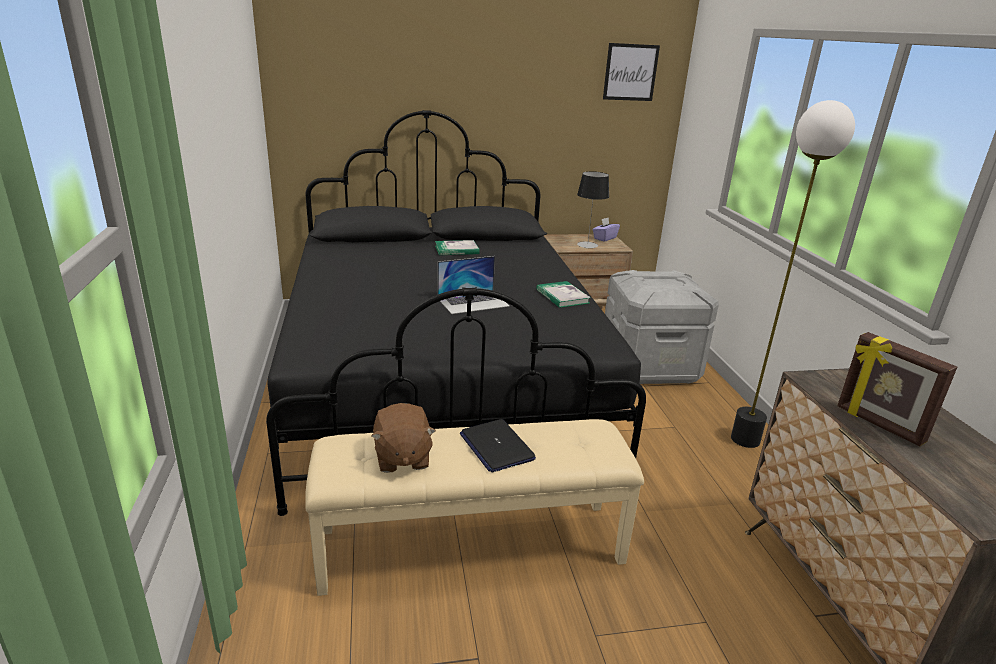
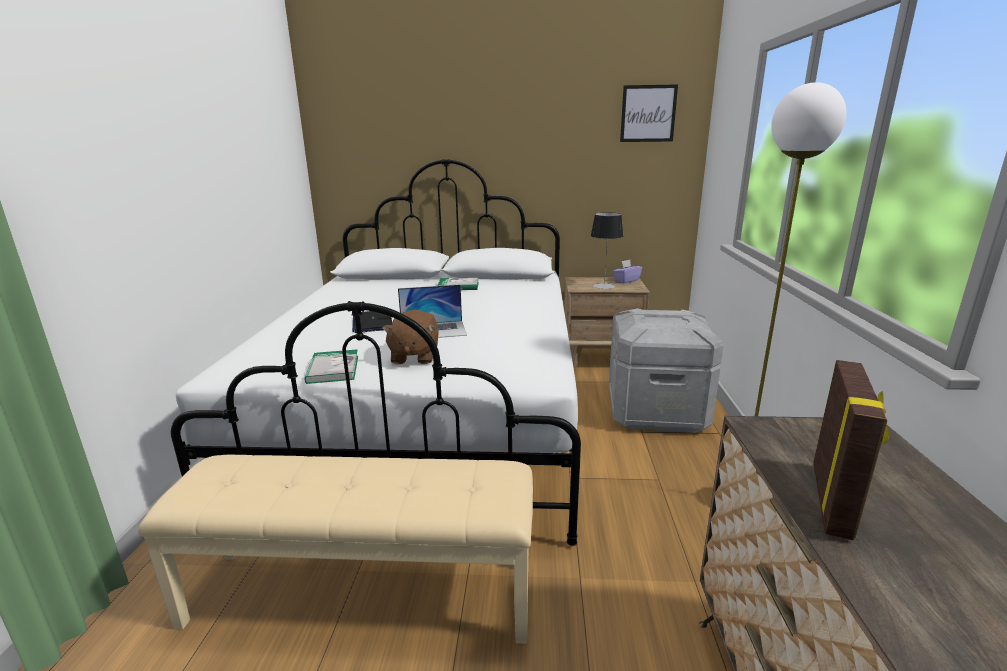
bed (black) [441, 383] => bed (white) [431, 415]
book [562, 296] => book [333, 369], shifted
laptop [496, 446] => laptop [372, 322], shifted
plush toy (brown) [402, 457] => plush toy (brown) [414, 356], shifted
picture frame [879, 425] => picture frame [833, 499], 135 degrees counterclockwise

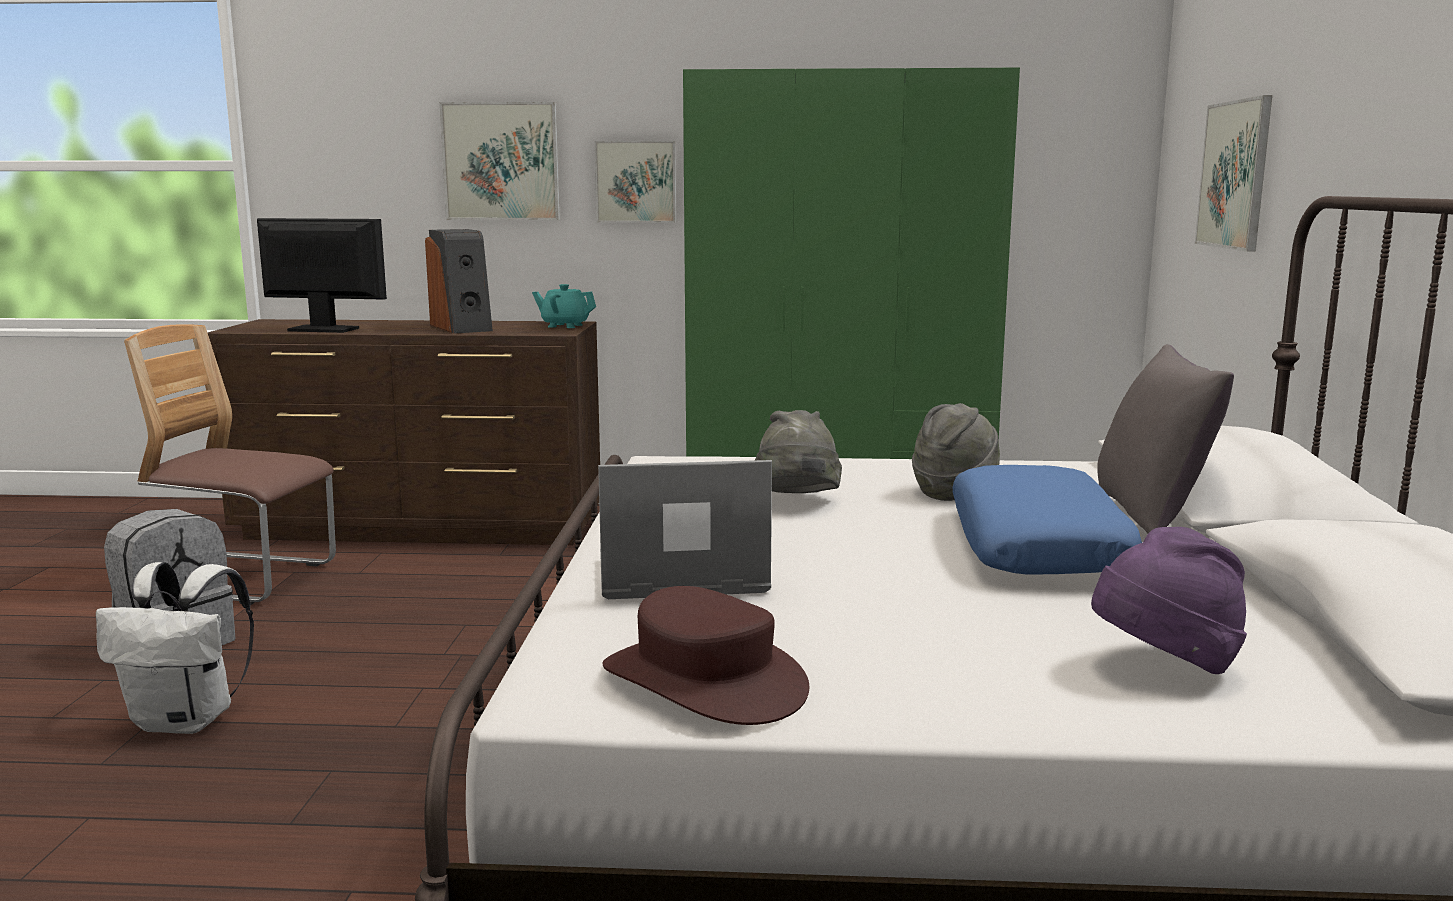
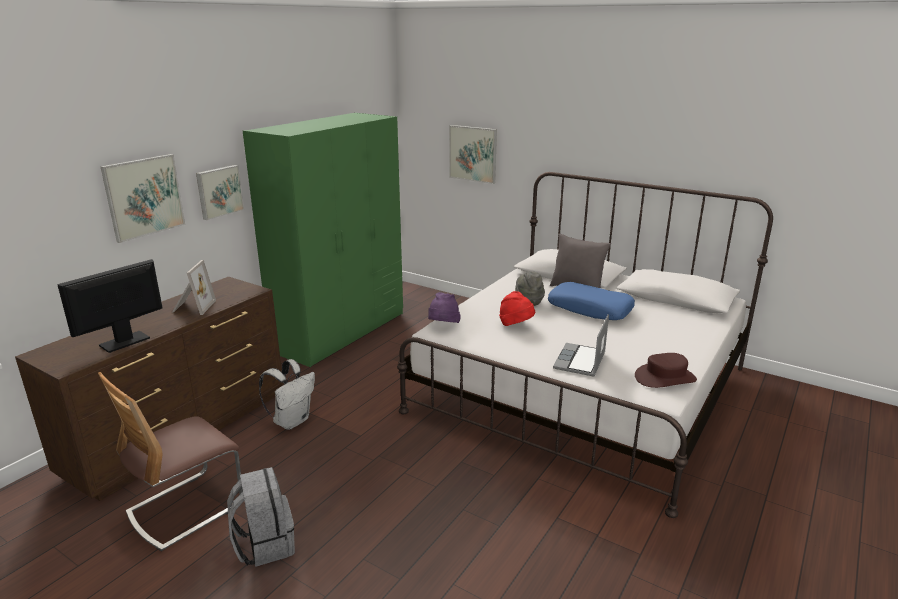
speaker [462, 327] => picture frame [192, 307]
backpack (white) [188, 721] => backpack (white) [292, 421], shifted
hat (purple) [1163, 667] => hat (purple) [443, 326], shifted
hat (grey) [797, 502] => hat (red) [516, 325]
teapot (turquoise) [565, 326] => nothing

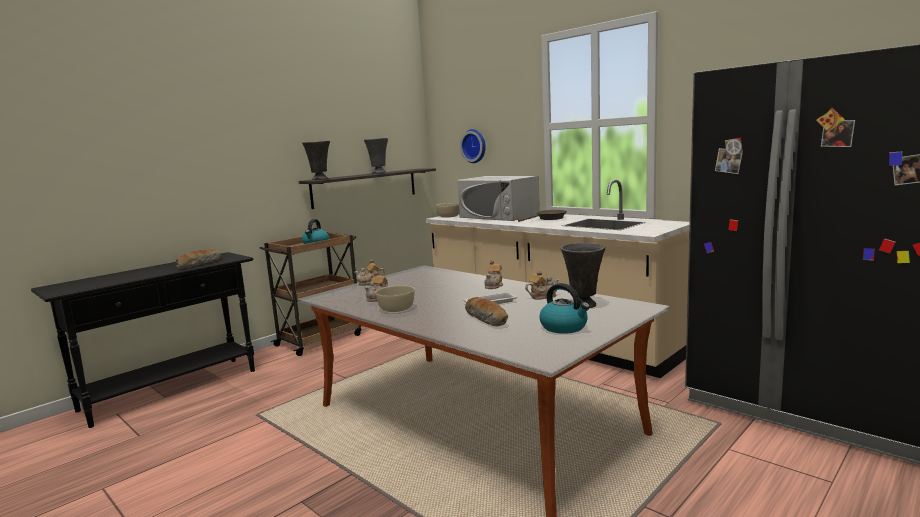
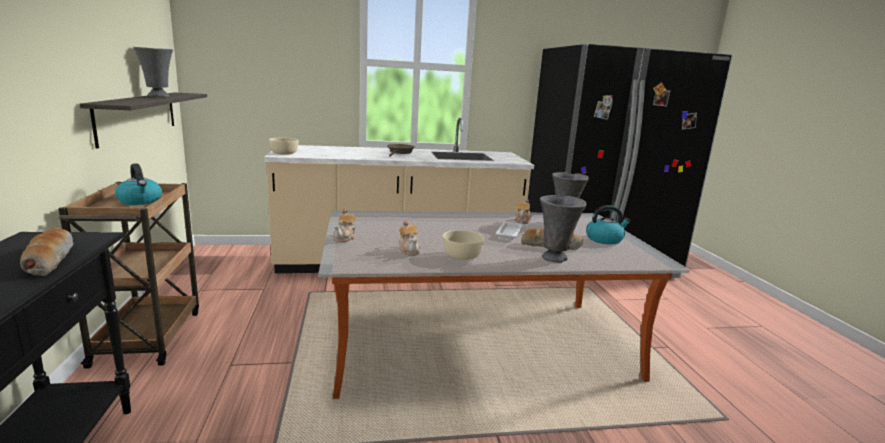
vase (grey) [320, 179] => vase (grey) [555, 258], shifted
microwave (white) [499, 216] => nothing
wall clock [475, 146] => nothing
teapot [494, 285] => nothing

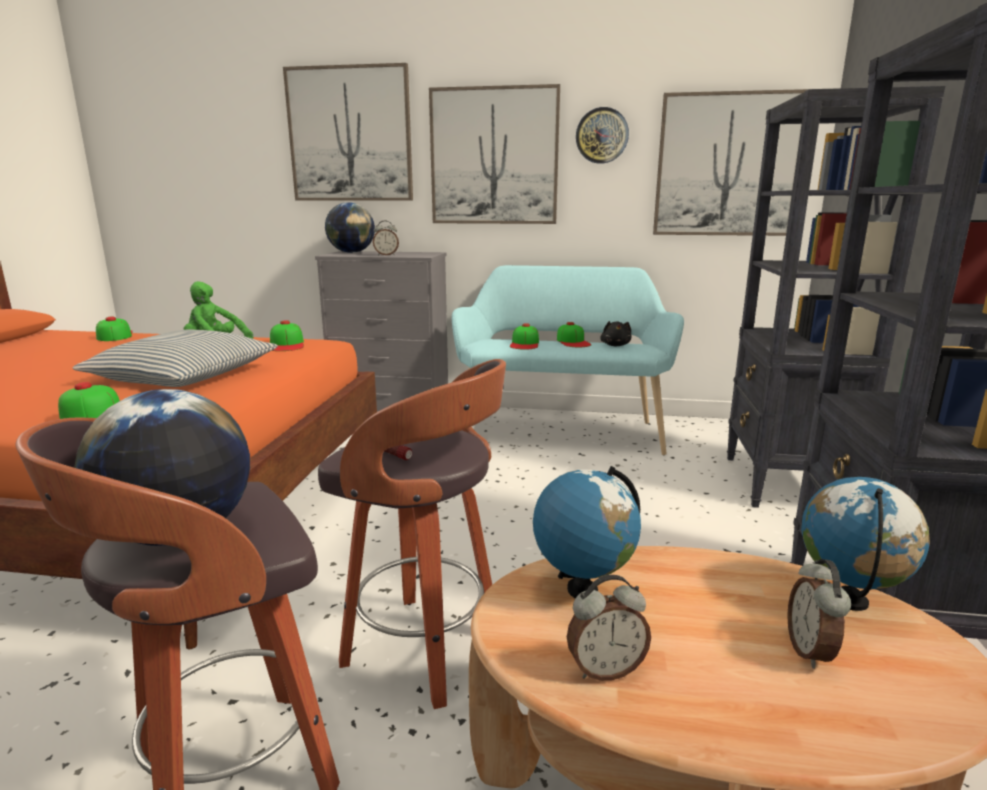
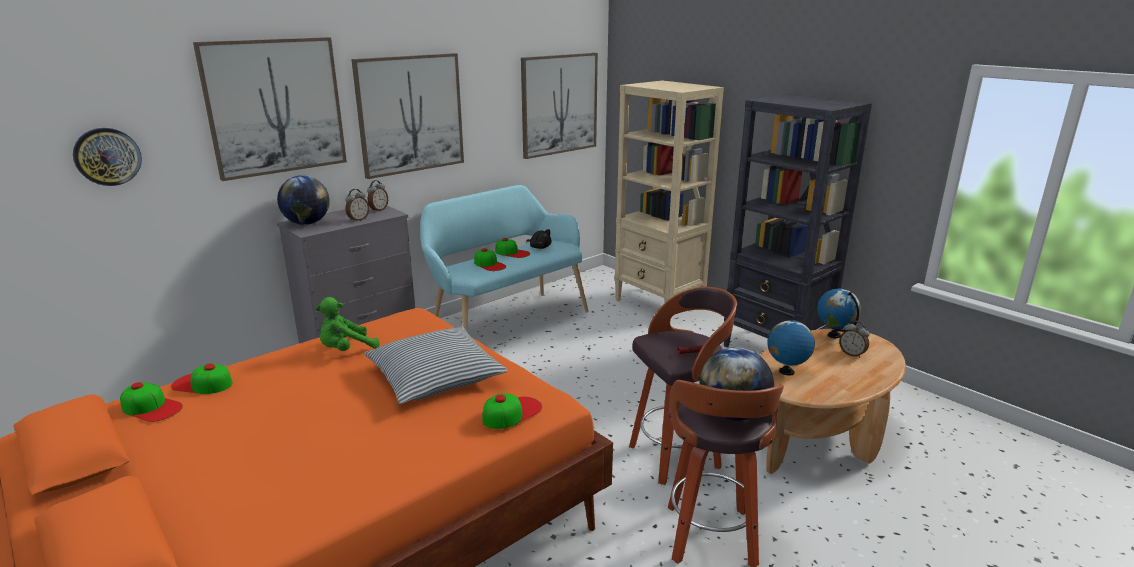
wall clock [602, 135] => wall clock [107, 156], shifted
cap [287, 344] => cap [151, 407], shifted
alarm clock [605, 669] => alarm clock [378, 210], shifted
bookcase (black) [785, 484] => bookcase (beige) [659, 304]

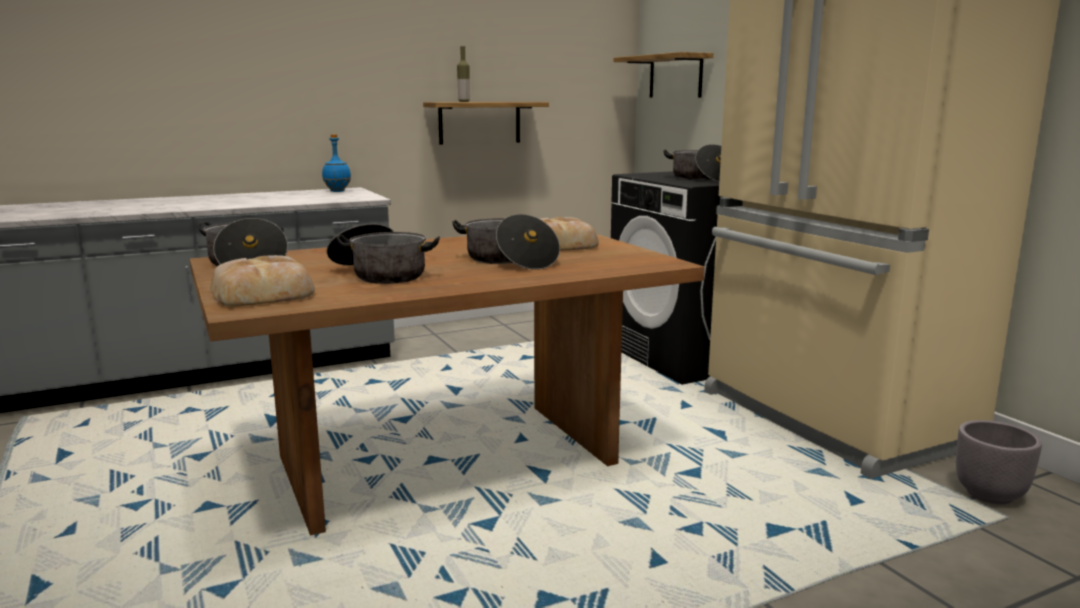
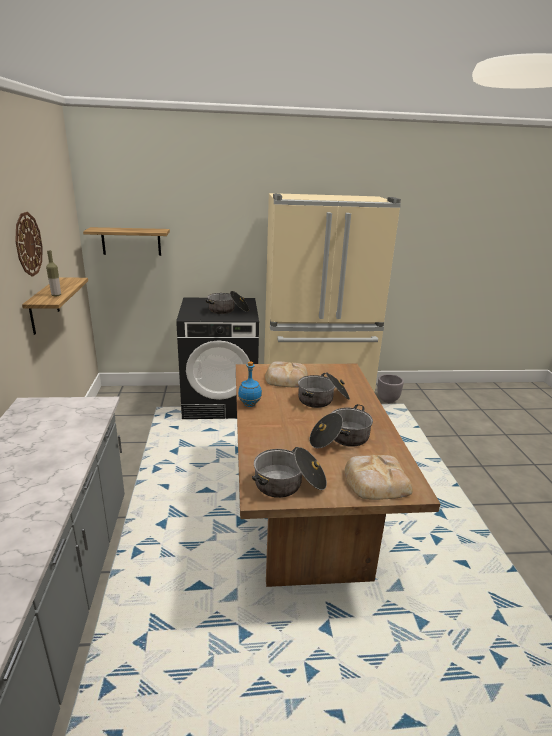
nothing => wall clock [28, 244]
bottle (blue) [337, 191] => bottle (blue) [249, 405], shifted

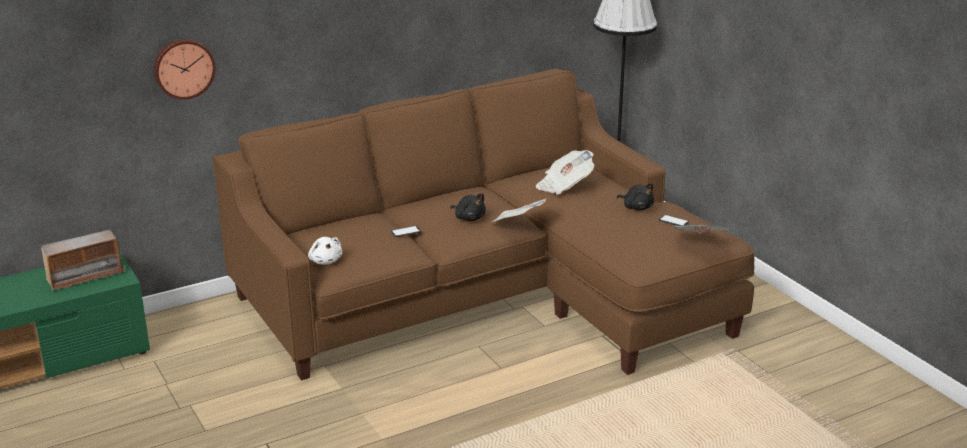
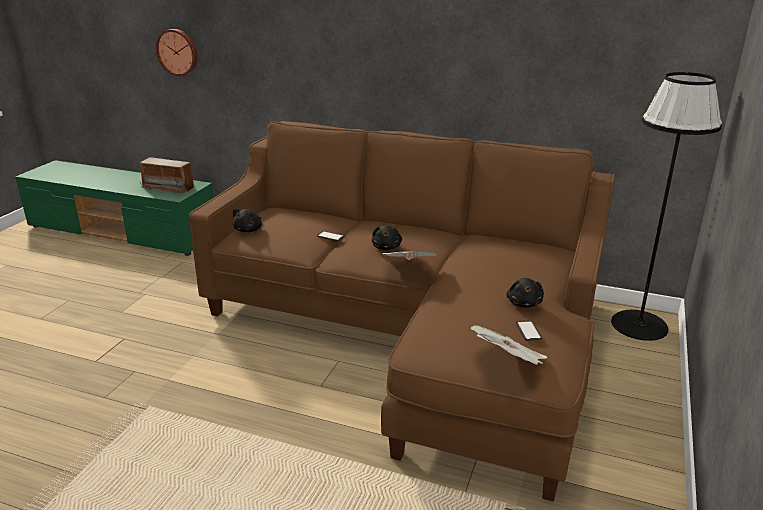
wall clock [183, 68] => wall clock [178, 52], shifted
plush toy (white) [325, 261] => plush toy (black) [249, 230]
newspaper [564, 186] => nothing

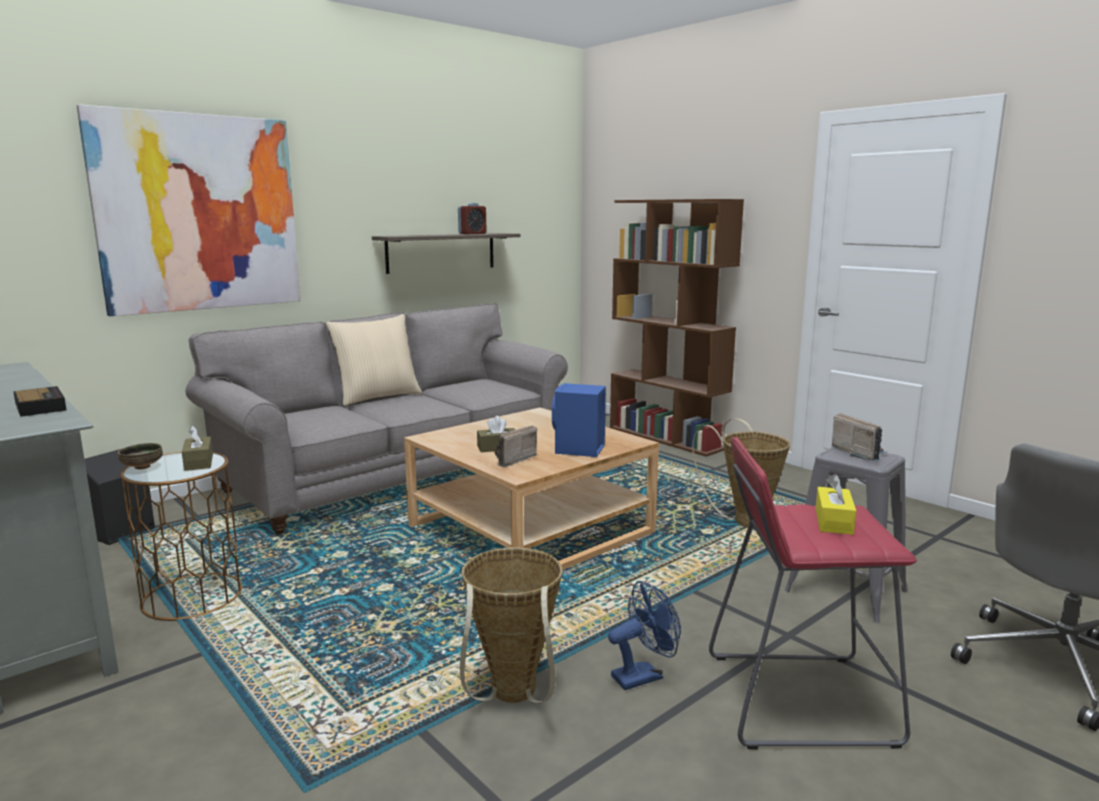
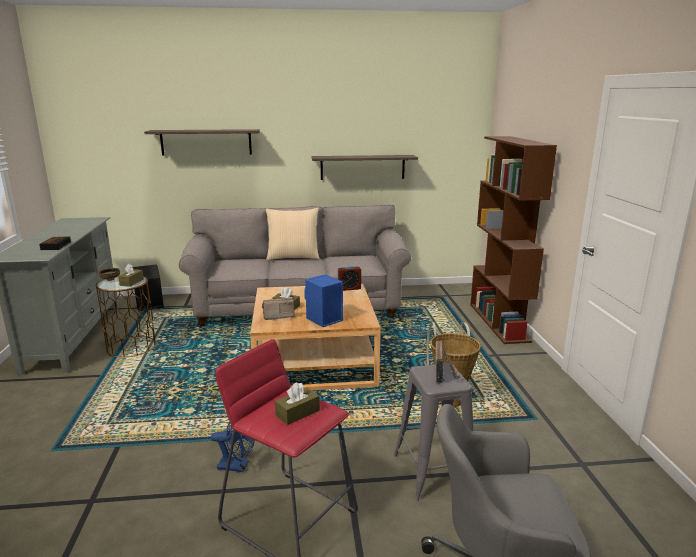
picture [199, 213] => shelf [206, 142]
tissue box (yellow) [833, 521] => tissue box (brown) [297, 413]
alarm clock [472, 234] => alarm clock [349, 288], shifted
basket [512, 698] => nothing

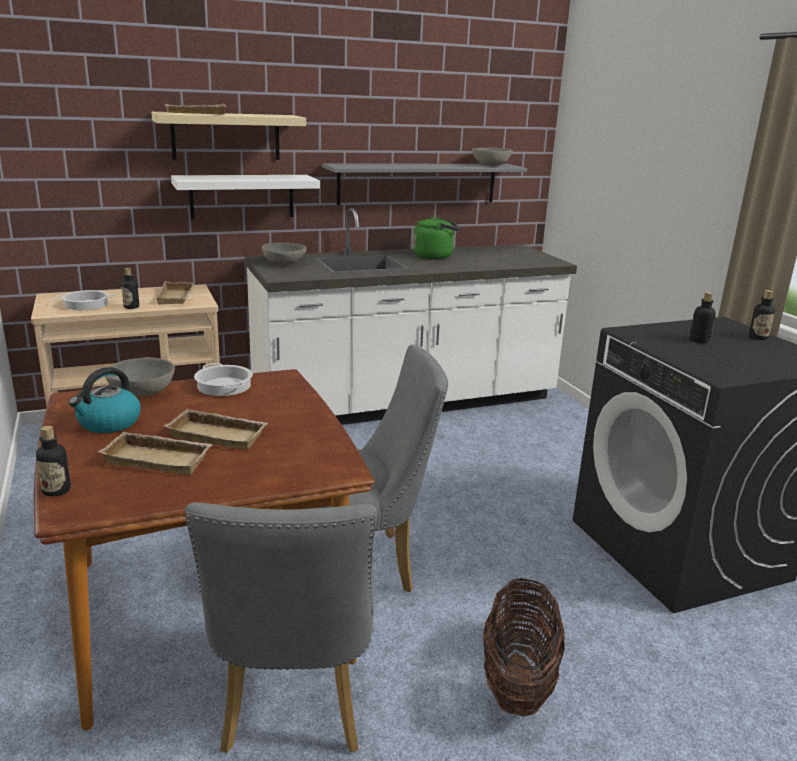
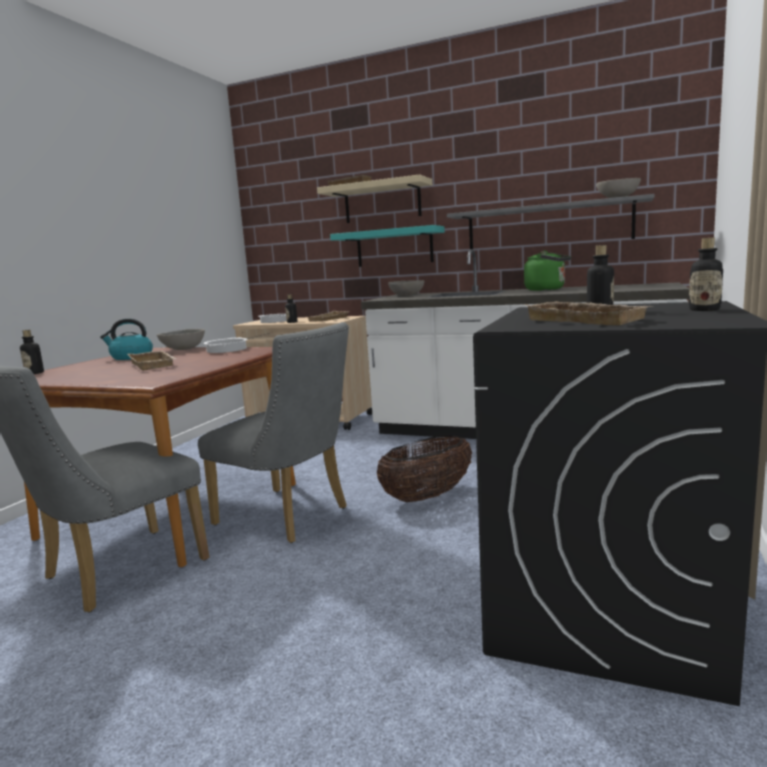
shelf (white) [242, 196] => shelf (turquoise) [394, 247]
basket [518, 681] => basket [427, 496], shifted
tray (beige) [160, 458] => tray (beige) [588, 320], shifted

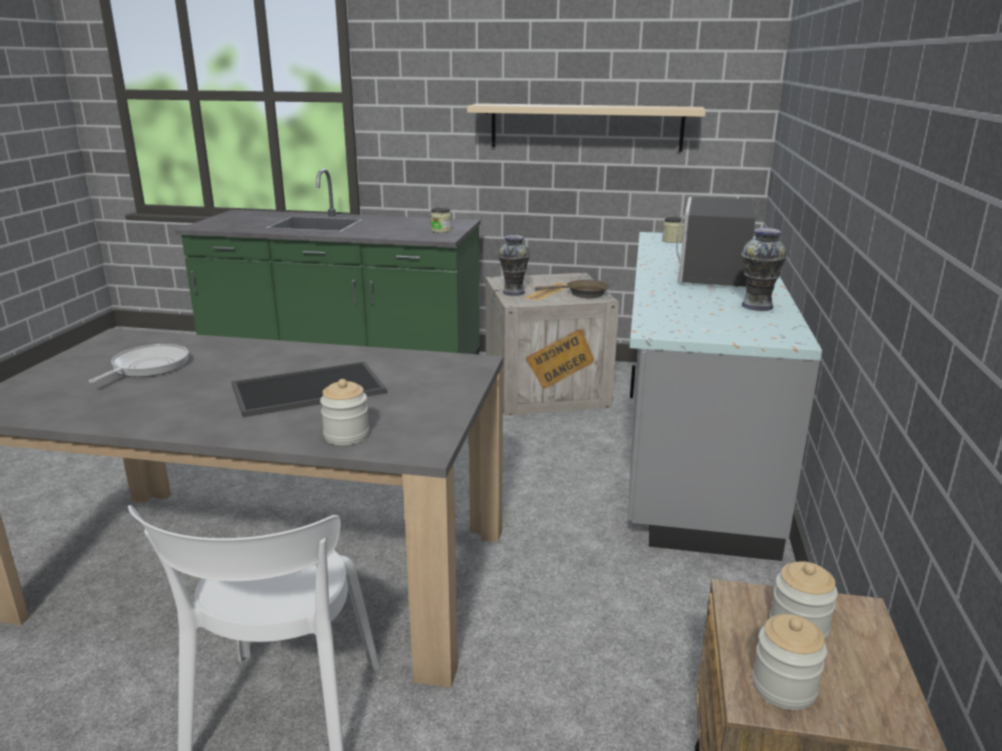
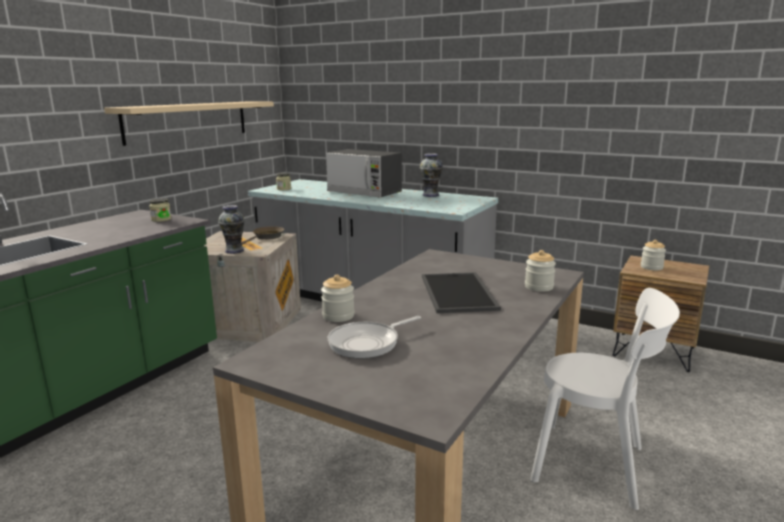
jar [784, 687] => jar [338, 316], shifted
frying pan [147, 367] => frying pan [367, 343], 75 degrees counterclockwise

